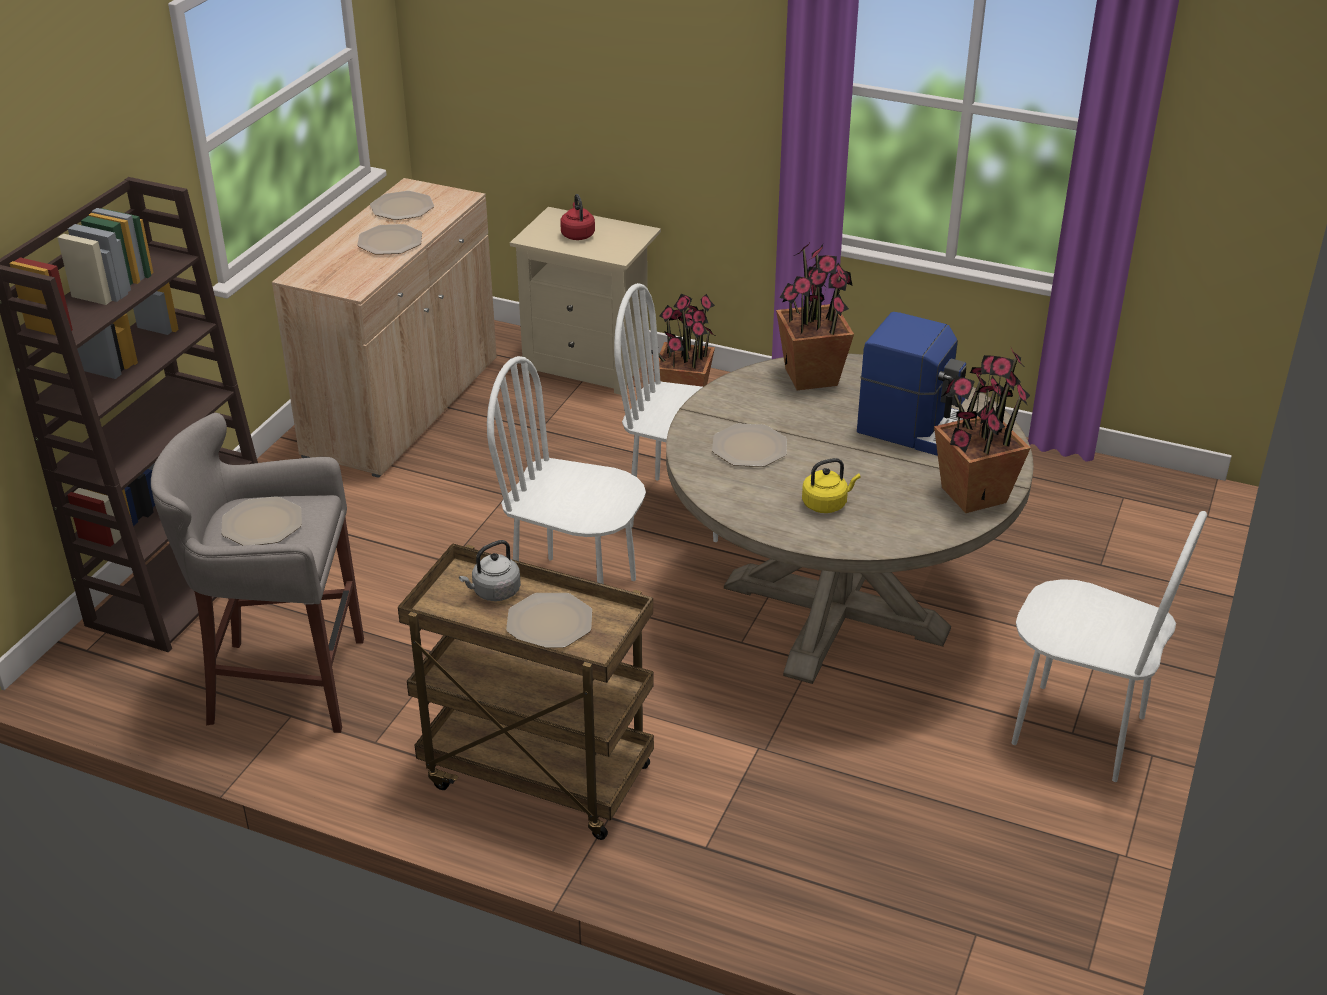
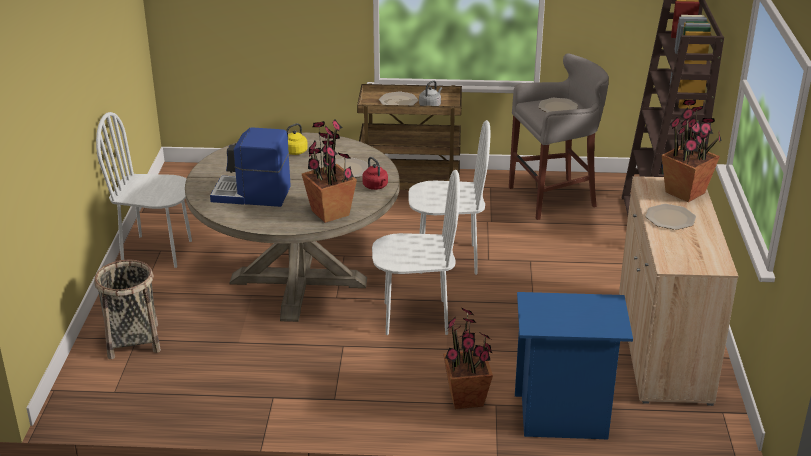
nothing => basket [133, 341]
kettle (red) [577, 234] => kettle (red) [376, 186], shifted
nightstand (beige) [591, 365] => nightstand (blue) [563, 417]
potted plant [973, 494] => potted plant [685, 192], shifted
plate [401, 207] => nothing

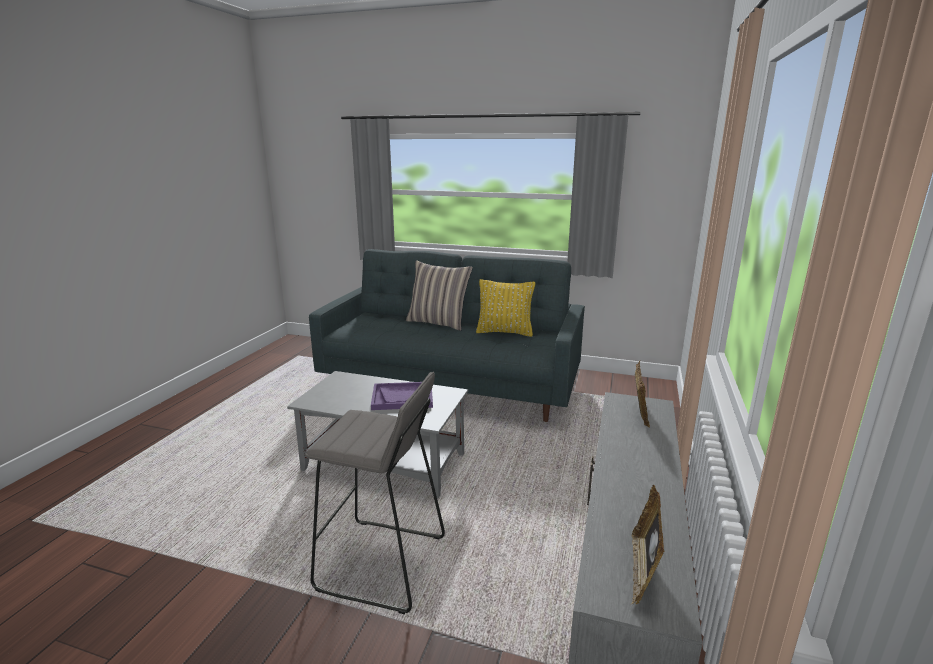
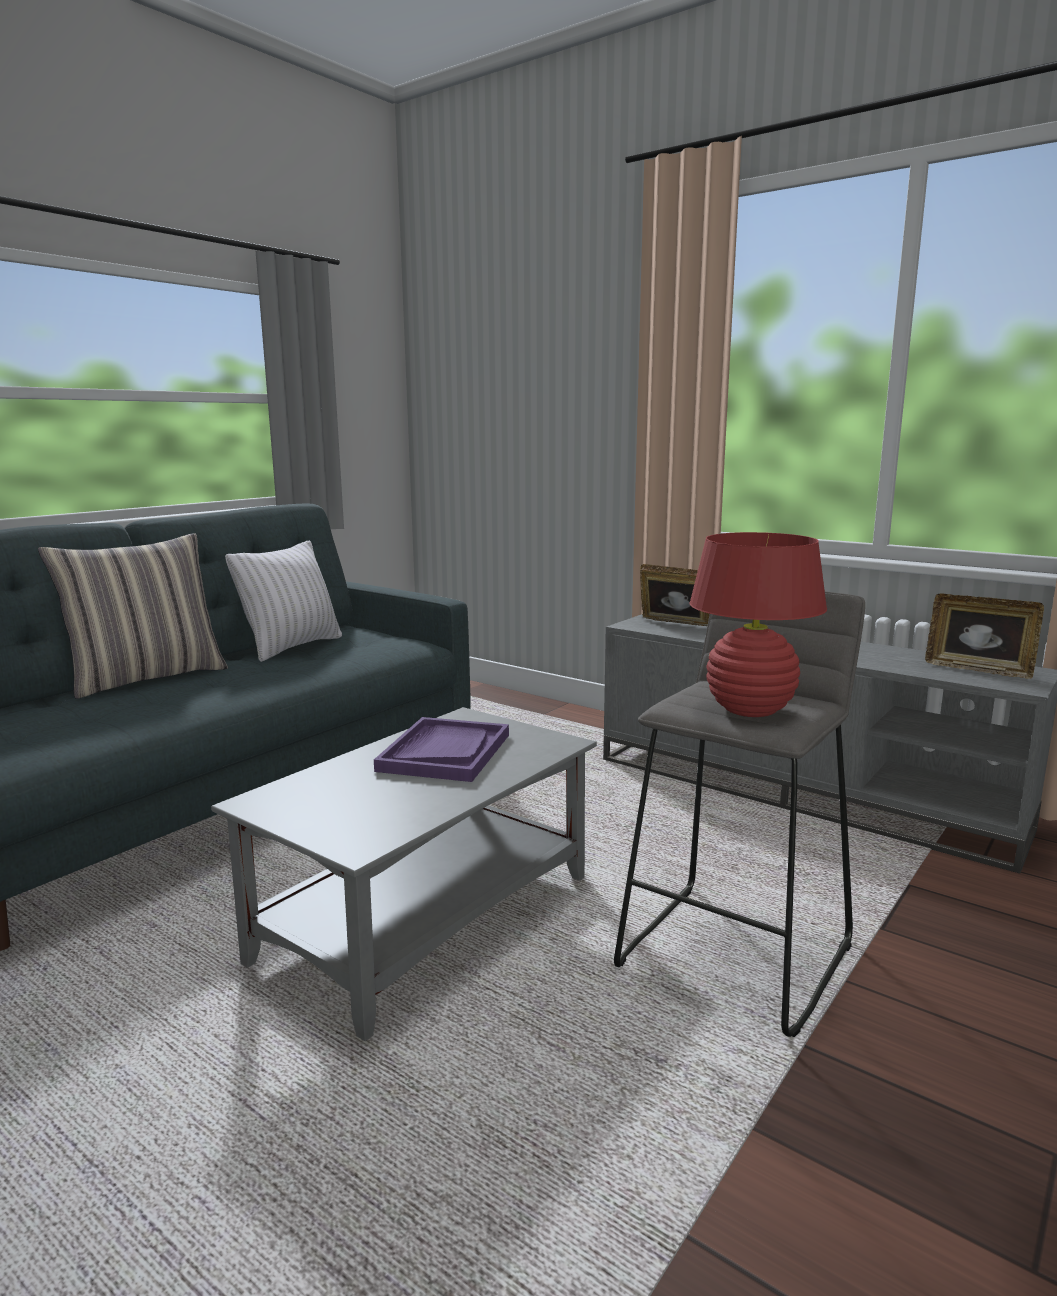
pillow (yellow) [504, 332] => pillow (white) [292, 647]
nothing => table lamp (red) [750, 710]

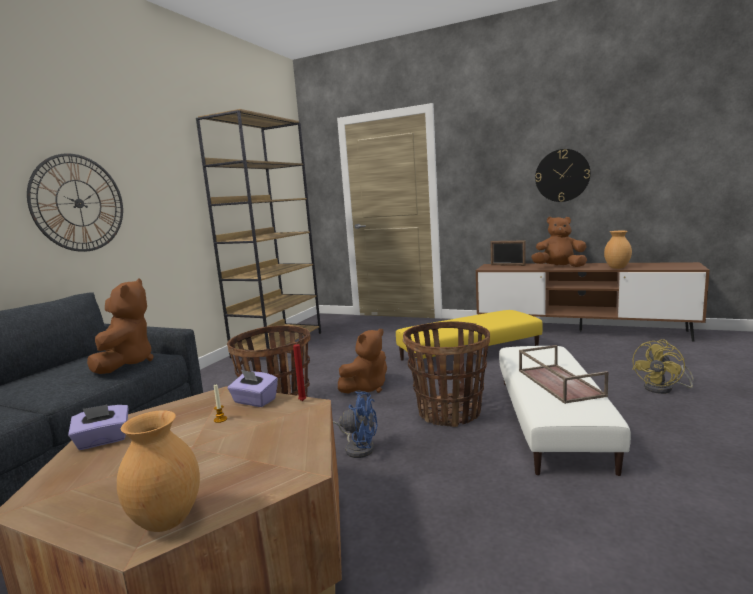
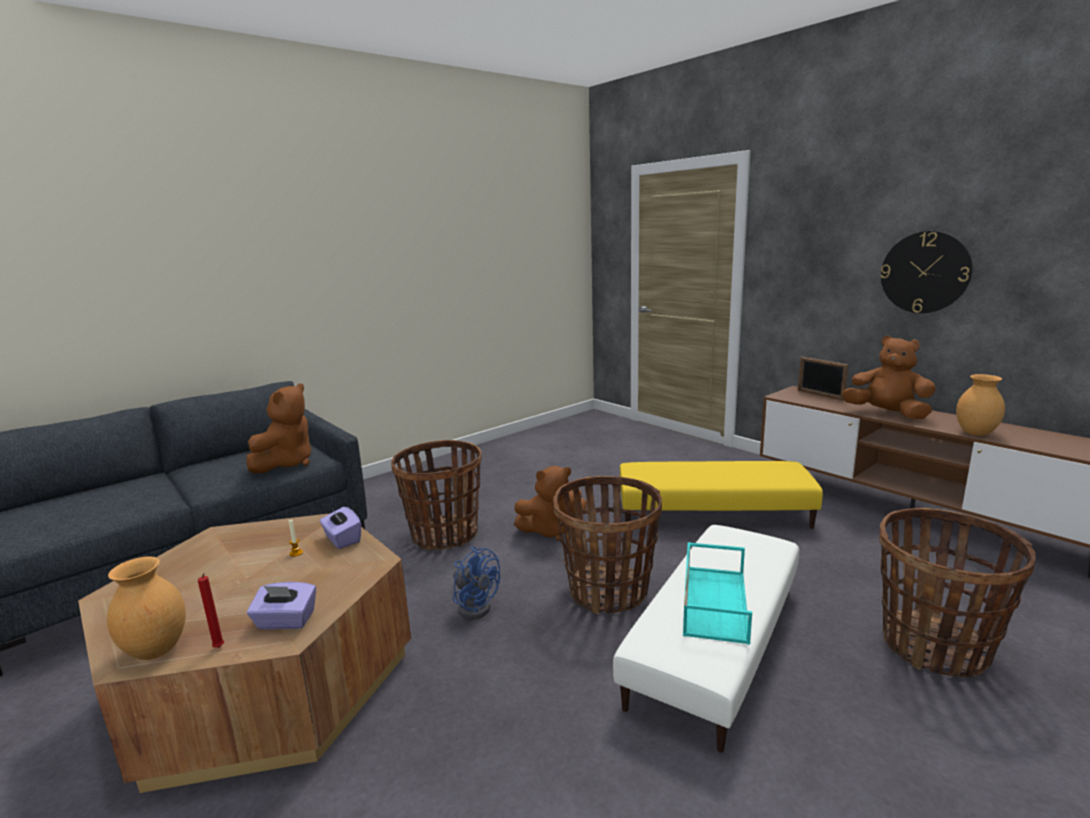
candle (red) [303, 401] => candle (red) [219, 648], shifted
tissue box (purple) [103, 440] => tissue box (purple) [286, 621], shifted
tray (brown) [558, 382] => tray (turquoise) [713, 601]
fan (yellow) [664, 389] => basket [934, 646]
wall clock [79, 203] => nothing
bookcase (brown) [278, 344] => nothing

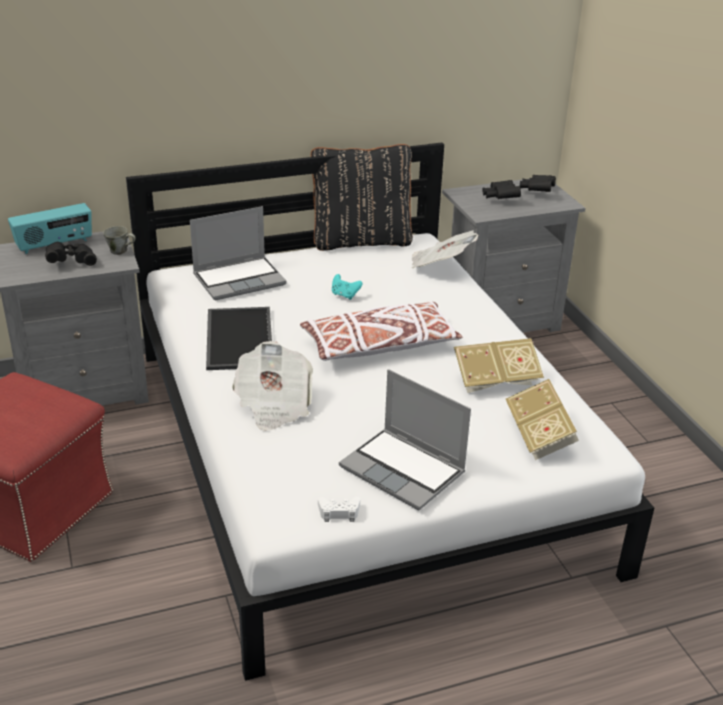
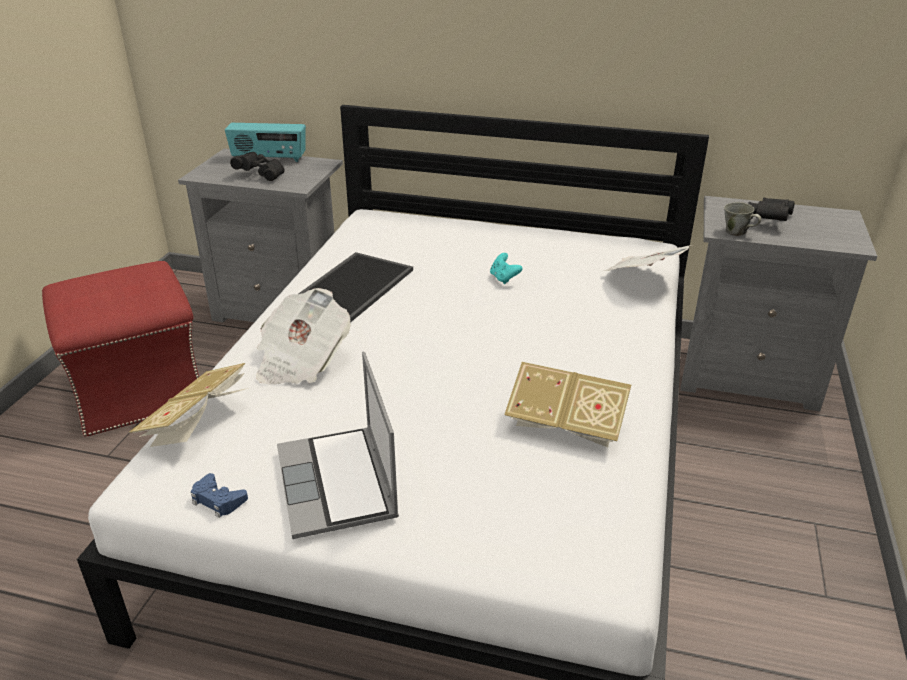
book [539, 436] => book [197, 425], shifted
game controller (white) [339, 512] => game controller (blue) [218, 500]
mug (grey) [120, 251] => mug (grey) [737, 232], shifted
laptop [240, 279] => nothing
pillow (white) [379, 345] => nothing
pillow (black) [361, 240] => nothing
binoculars (black) [537, 191] => nothing

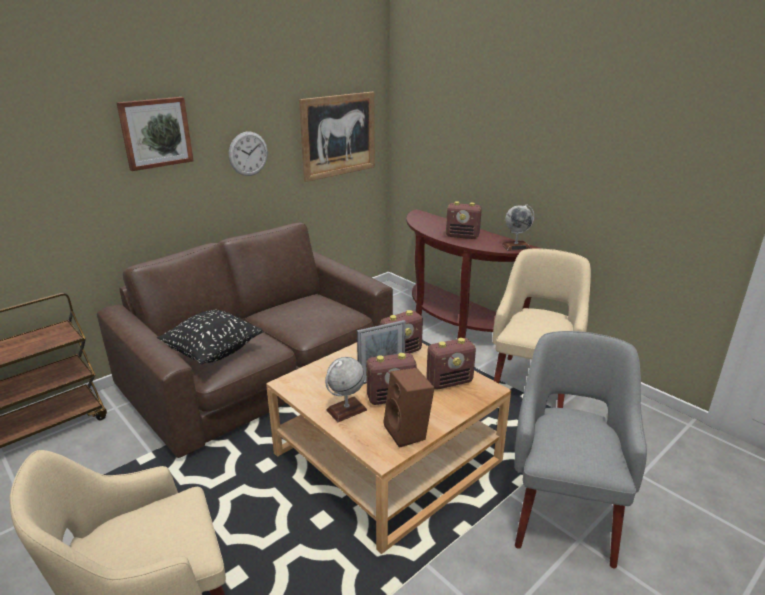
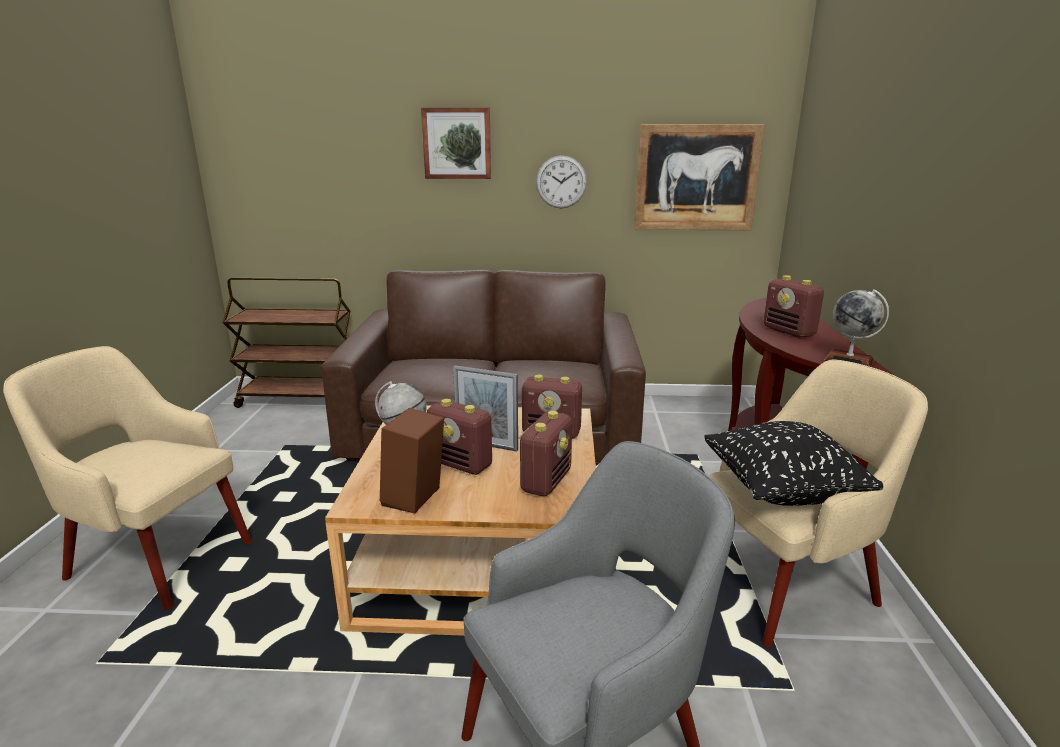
radio [449, 382] => radio [546, 481], 90 degrees counterclockwise
pillow (black) [213, 353] => pillow (black) [782, 491], shifted

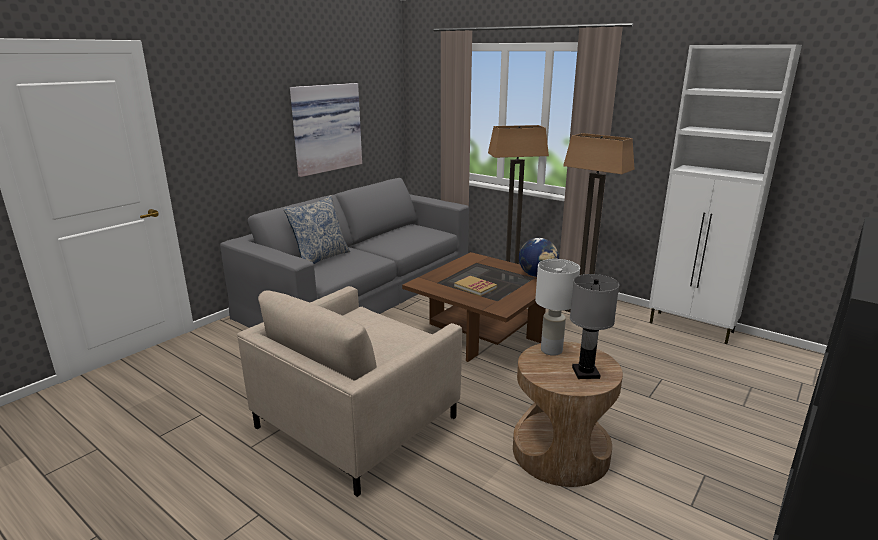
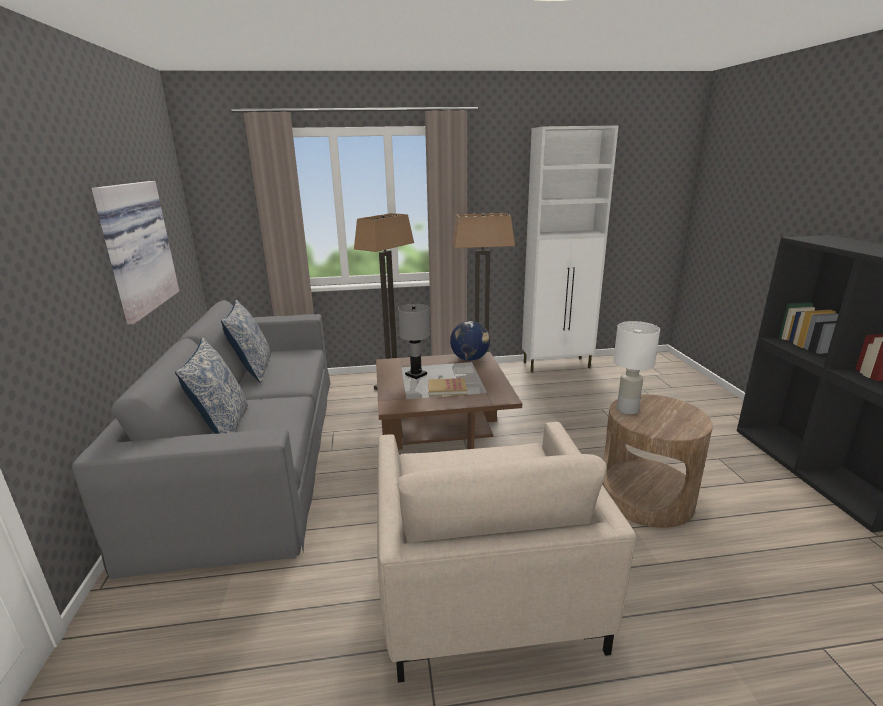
nothing => pillow [253, 370]
table lamp (grey) [586, 372] => table lamp (grey) [416, 374], shifted

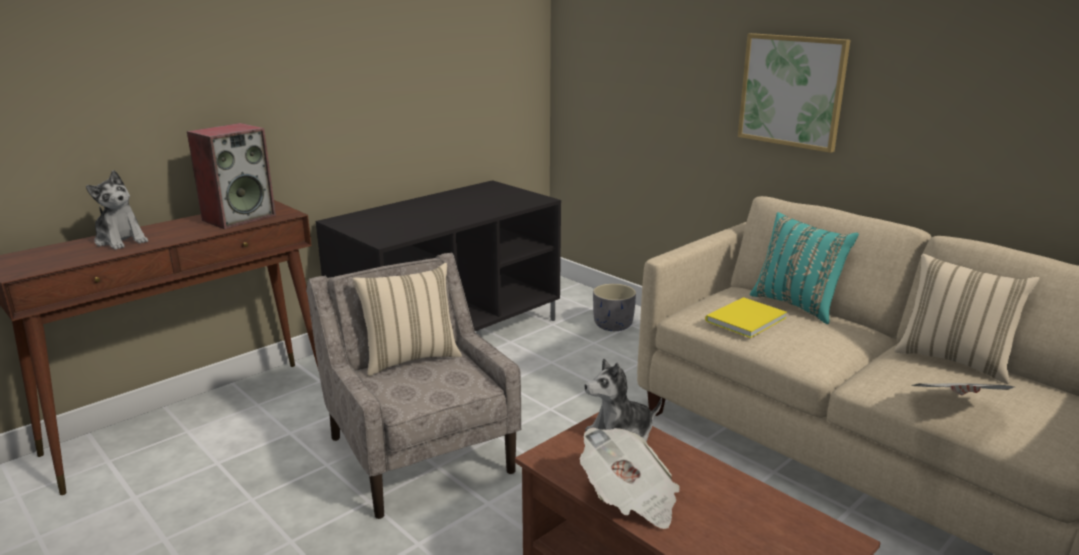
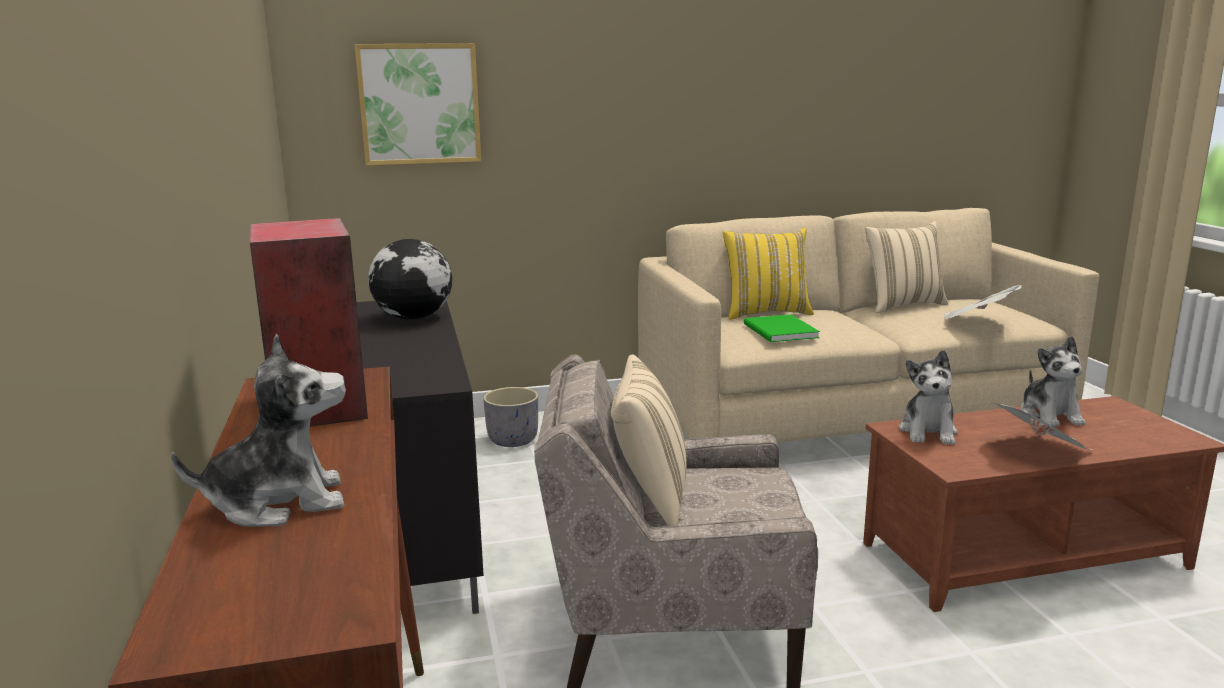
picture [792, 91] => picture [419, 104], shifted
nothing => globe [414, 318]
pillow (turquoise) [797, 305] => pillow (yellow) [765, 313]
book (yellow) [743, 319] => book (green) [779, 331]
nothing => plush toy [1050, 415]

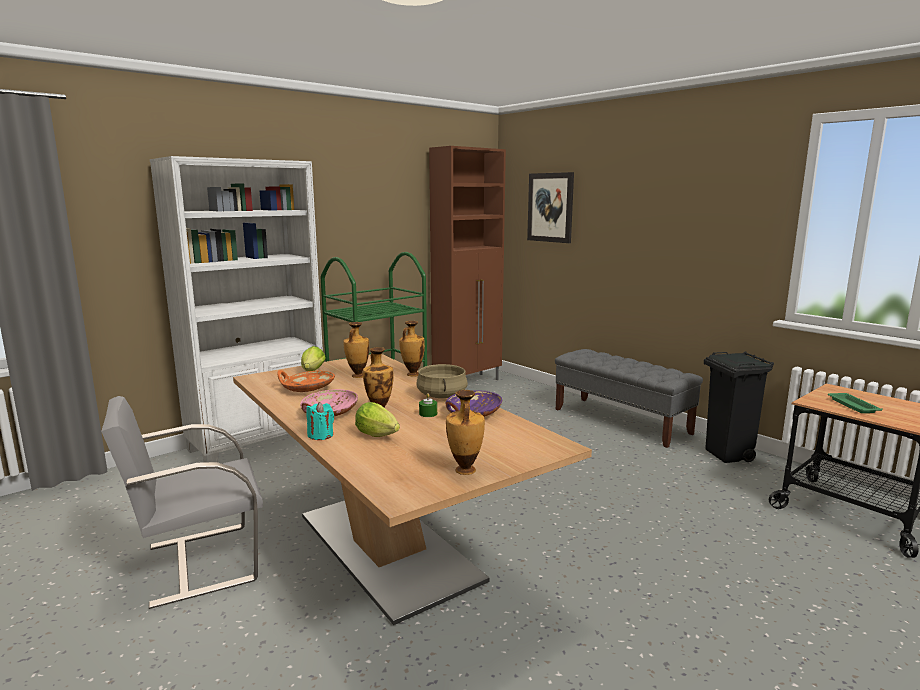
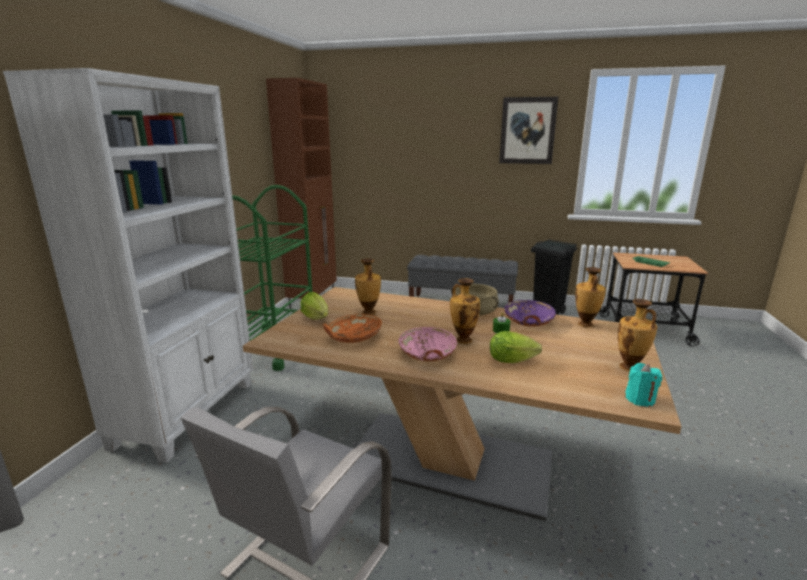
picture [550, 207] => picture [527, 131], shifted
vase [412, 374] => vase [585, 325], shifted
candle (turquoise) [320, 435] => candle (turquoise) [640, 399], shifted

